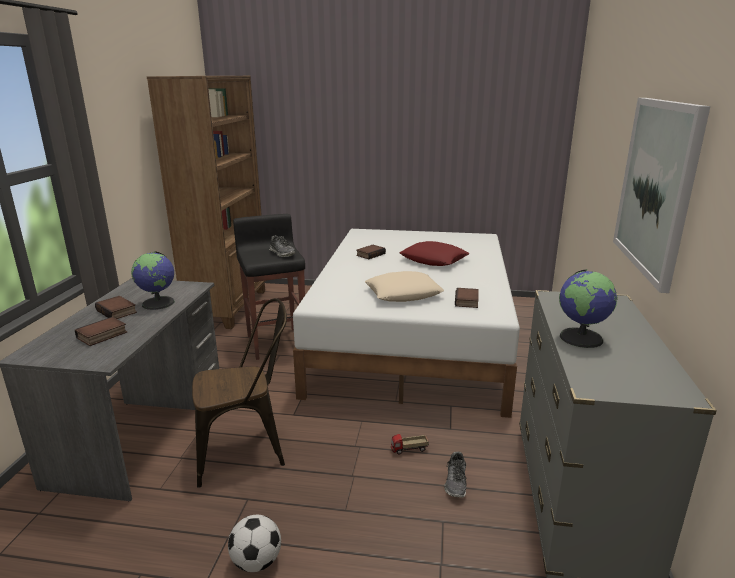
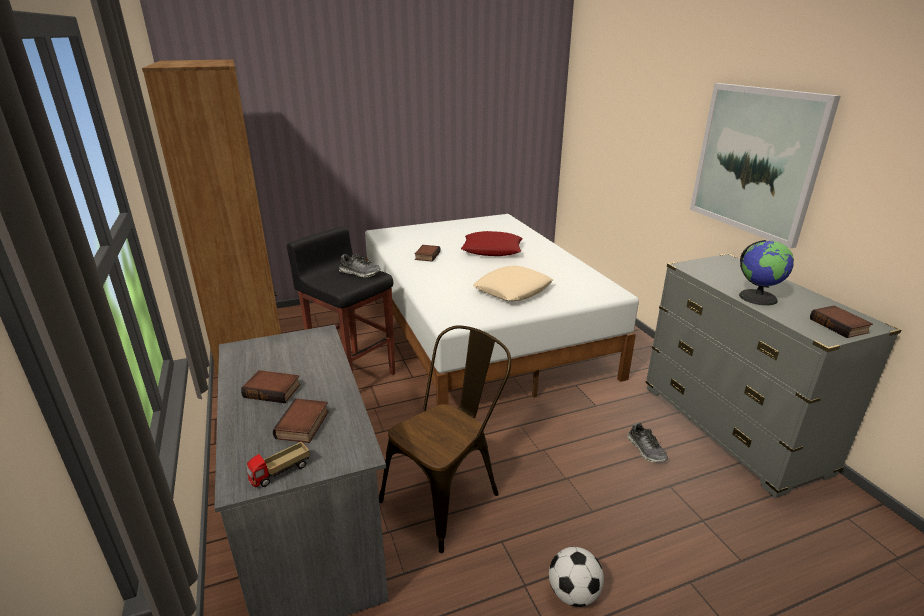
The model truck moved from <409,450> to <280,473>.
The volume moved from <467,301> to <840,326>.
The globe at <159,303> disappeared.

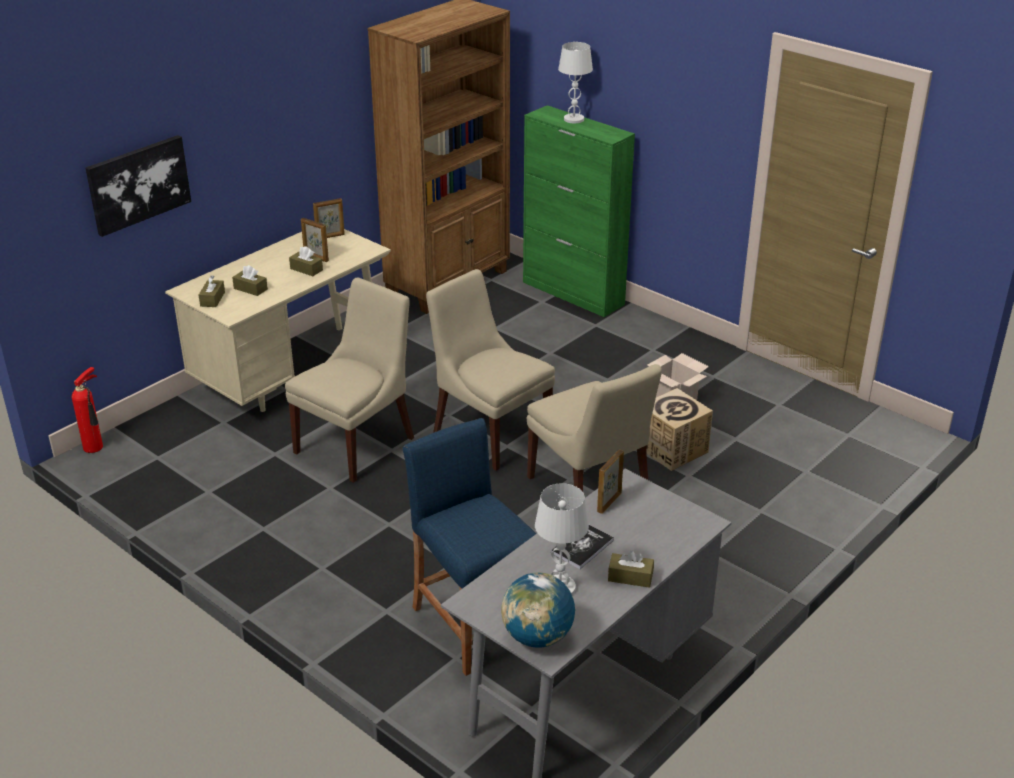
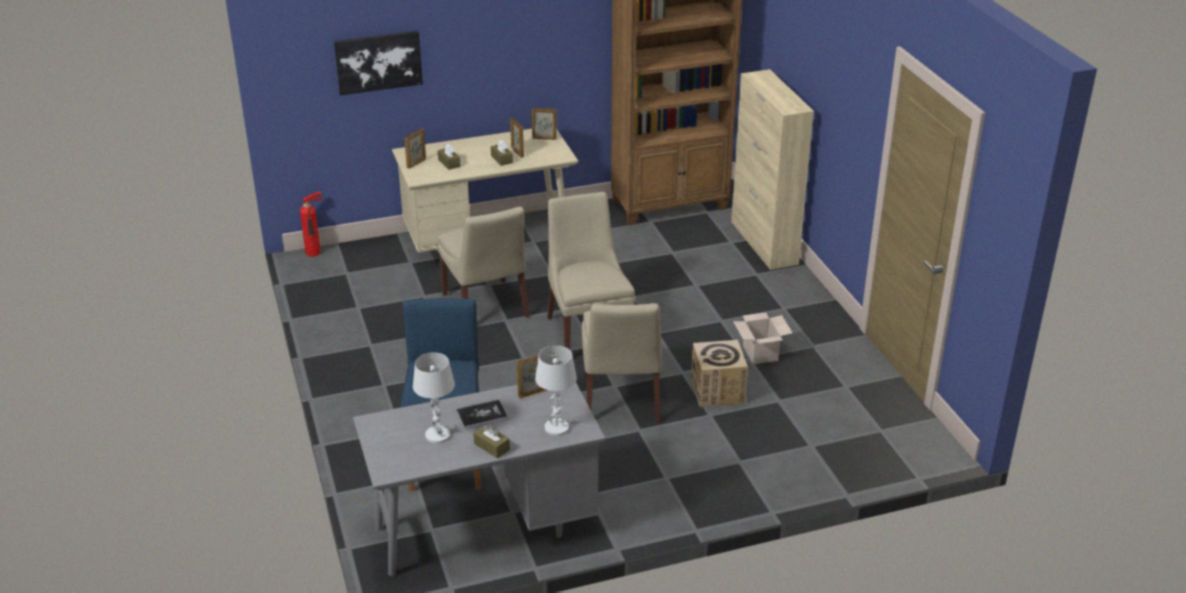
The brown tissue holder at <212,299> was replaced by the picture frame at <416,163>.
The beige chair at <357,443> turned 90 degrees clockwise.
The white-coloured lamp for a table moved from <574,119> to <557,428>.
The green storage cabinet at <573,293> became the beige storage cabinet at <764,243>.
The globe at <537,637> disappeared.

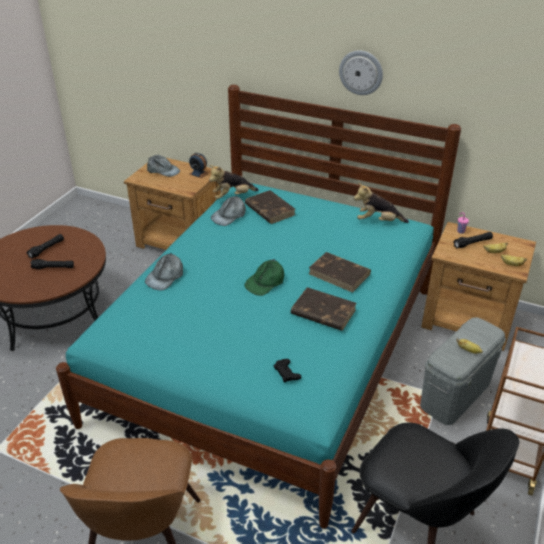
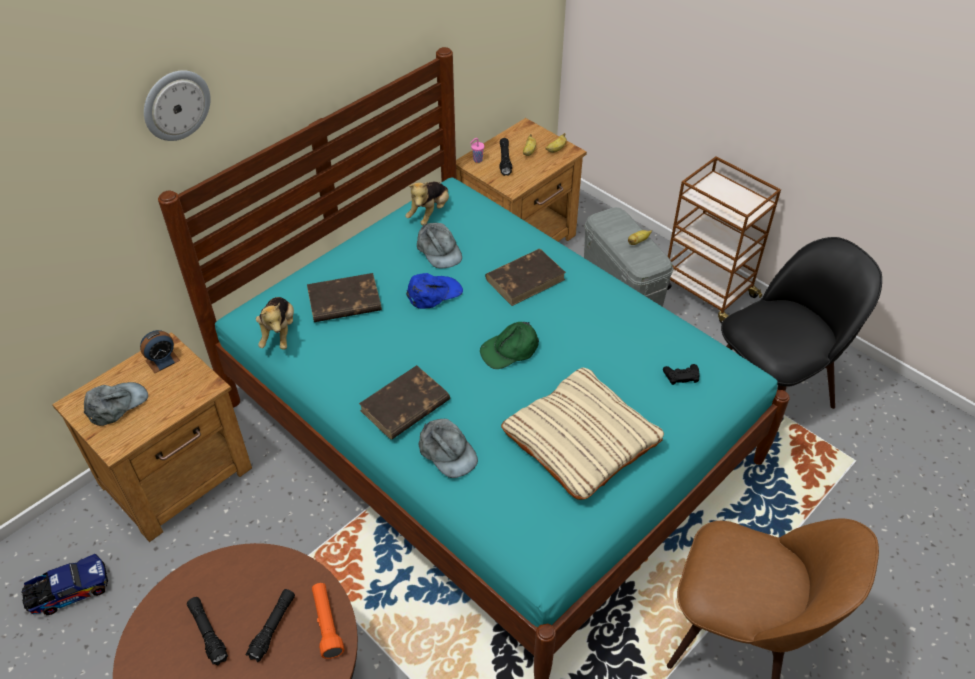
The model truck at <68,592> appeared.
The hanging clock moved from <361,72> to <176,105>.
The orange hand torch at <326,624> appeared.
The brown volume moved from <322,312> to <404,406>.
The blue cap at <434,293> appeared.
The gray cap moved from <229,215> to <439,251>.
The green cap at <265,282> turned 90 degrees clockwise.
The beige pillow at <581,439> appeared.

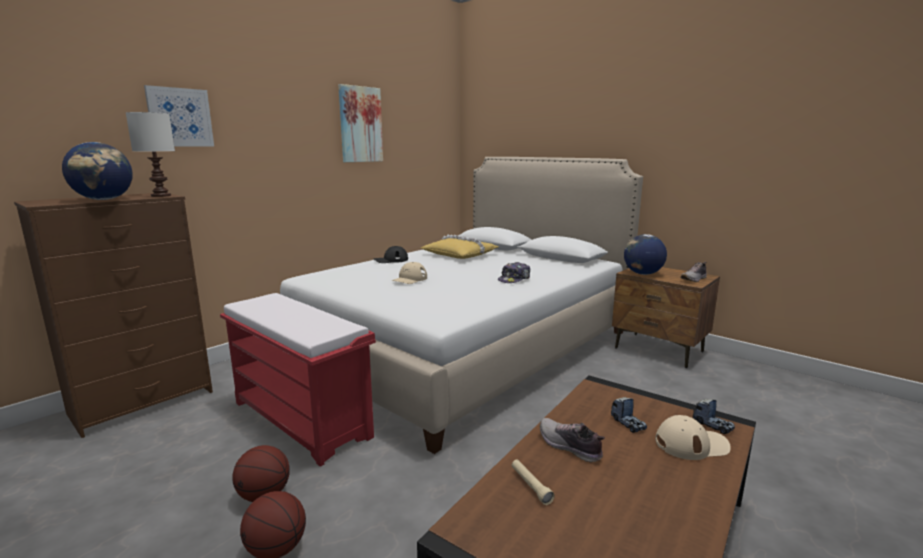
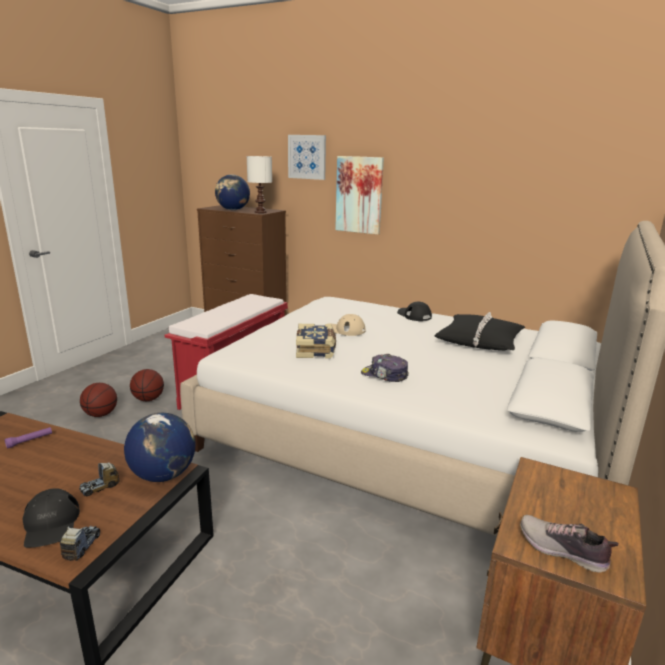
The beige hand torch at <530,486> became the purple-coloured hand torch at <29,441>.
The beige cap at <691,444> became the black-coloured cap at <51,524>.
The model truck at <712,425> turned 150 degrees clockwise.
The globe moved from <642,274> to <163,475>.
The volume at <316,349> appeared.
The wall art moved from <360,124> to <359,195>.
The yellow pillow at <460,255> became the black-coloured pillow at <480,341>.
The item of footwear at <569,447> disappeared.

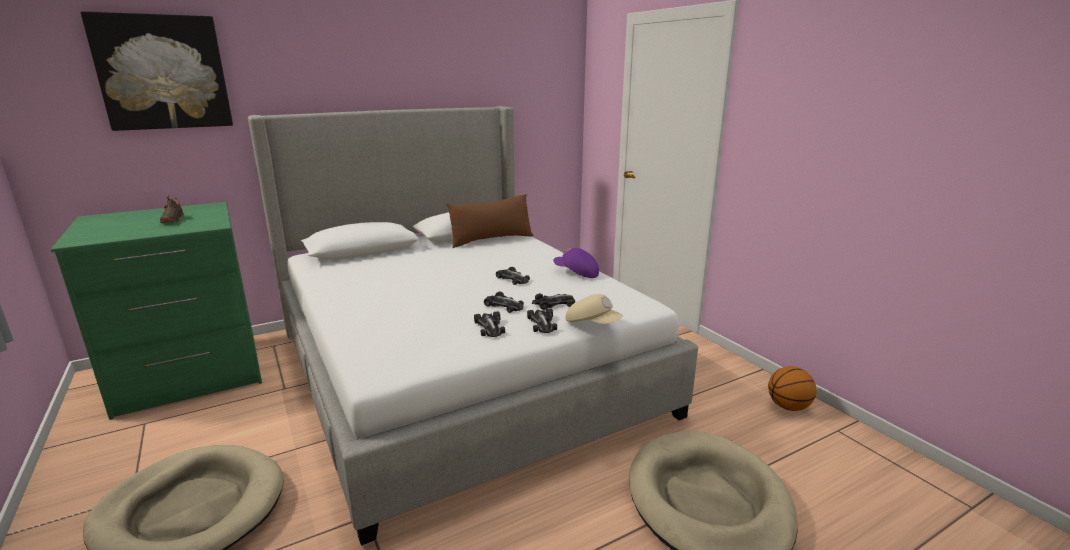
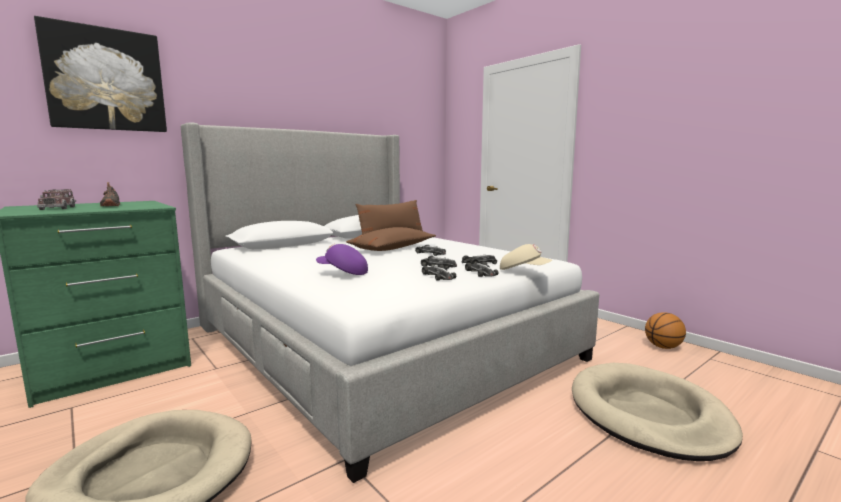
The model truck at <58,208> appeared.
The purple-coloured cap moved from <576,273> to <342,272>.
The brown pillow at <392,248> appeared.

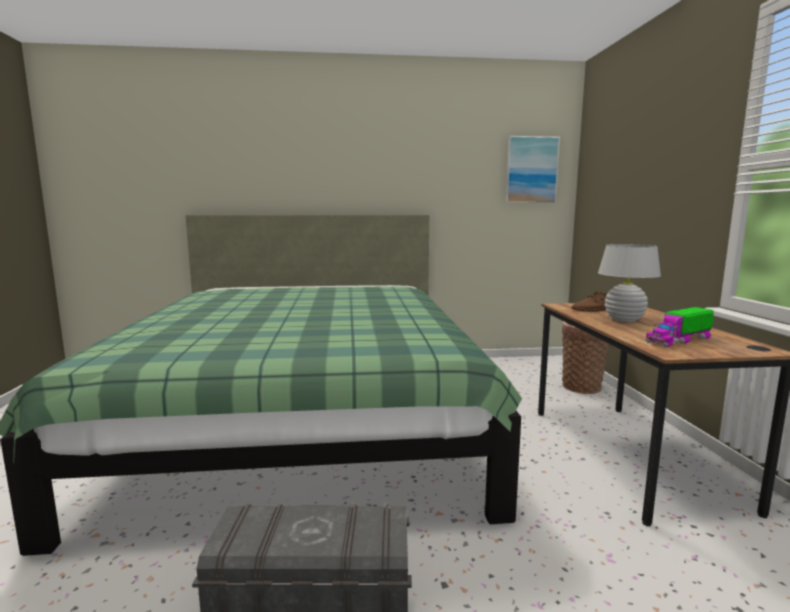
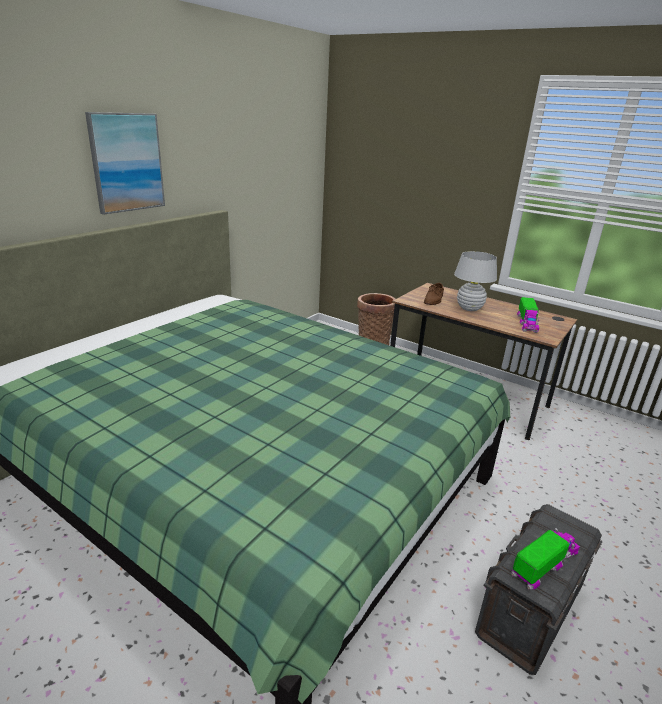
The wall art moved from <531,170> to <126,162>.
The model truck at <544,564> appeared.

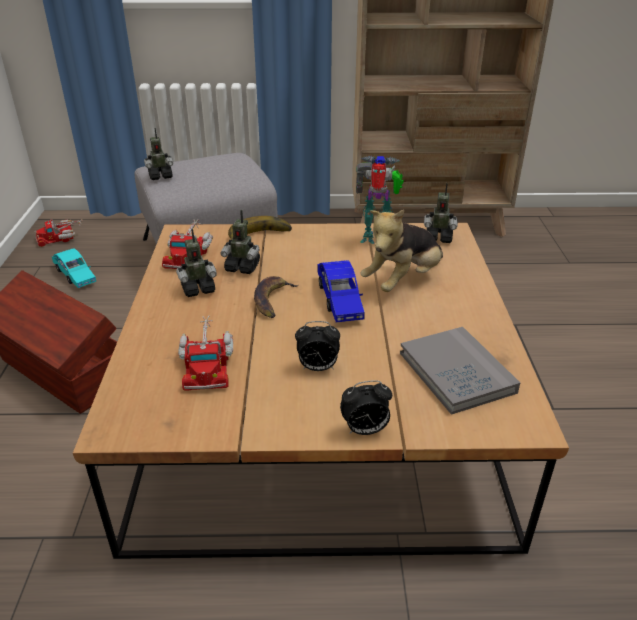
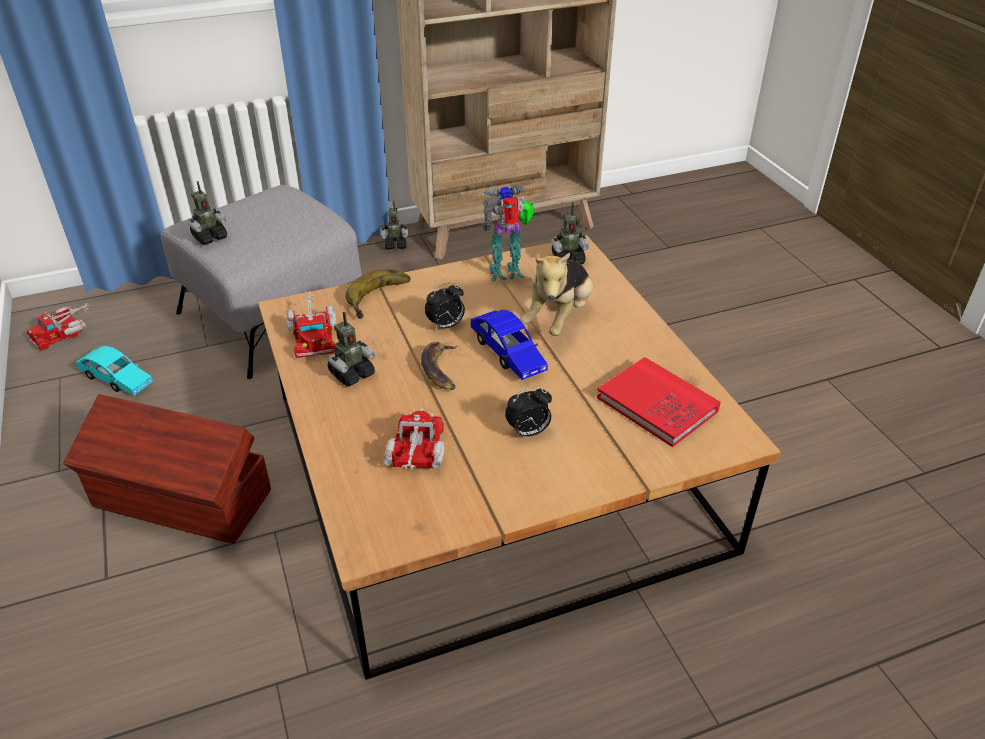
The robot figure moved from <242,267> to <395,244>.
The model truck at <207,363> turned 150 degrees counterclockwise.
The table clock moved from <364,430> to <446,326>.
The gray volume at <456,372> became the red volume at <657,404>.

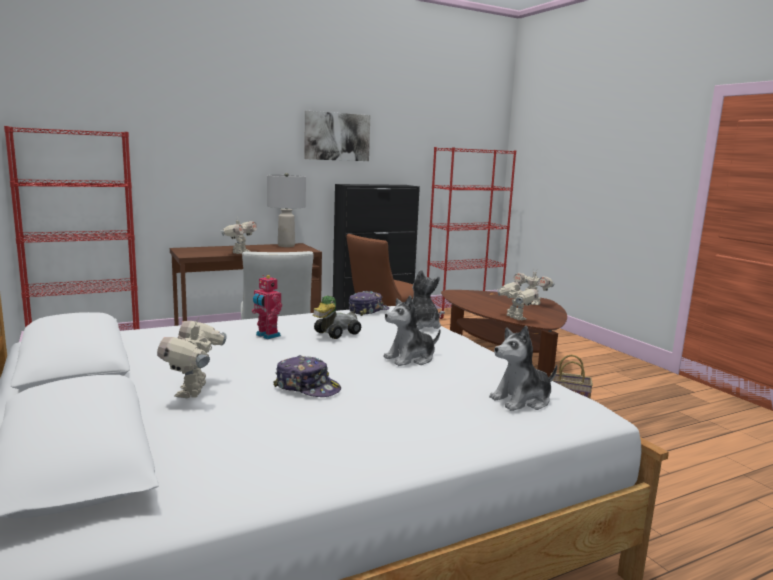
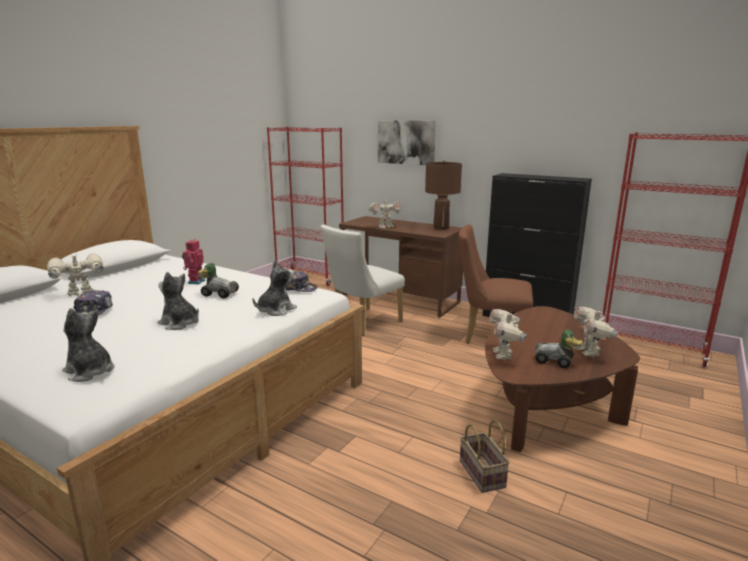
The wall art moved from <337,136> to <406,142>.
The gray lamp for a table at <286,245> became the brown lamp for a table at <441,227>.
The robot figure at <515,318> turned 150 degrees clockwise.
The model car at <556,361> appeared.

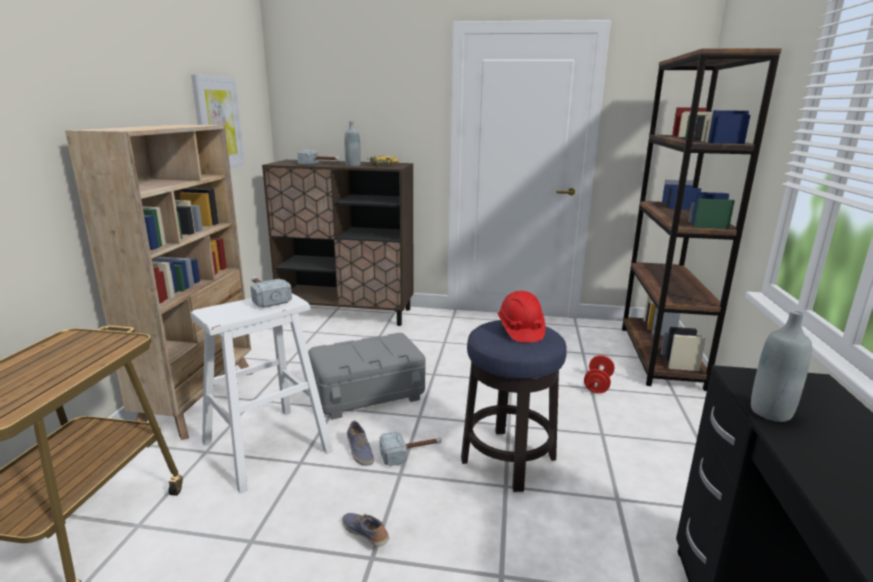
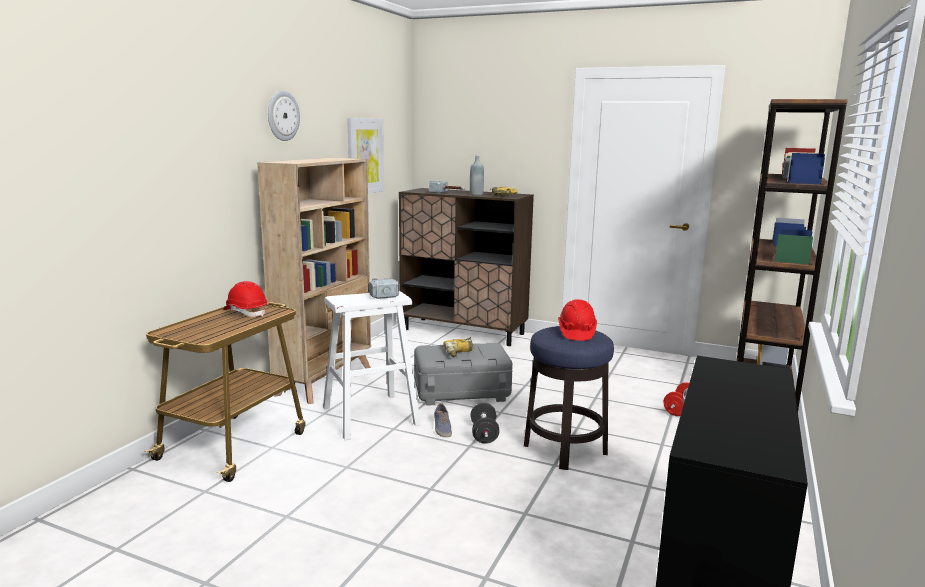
The red hard hat at <246,312> appeared.
The hanging clock at <282,116> appeared.
The drill at <460,352> appeared.
The tool hammer at <411,453> was replaced by the black-coloured dumbbell at <484,434>.
The item of footwear at <365,534> disappeared.
The gray drink bottle at <771,412> disappeared.

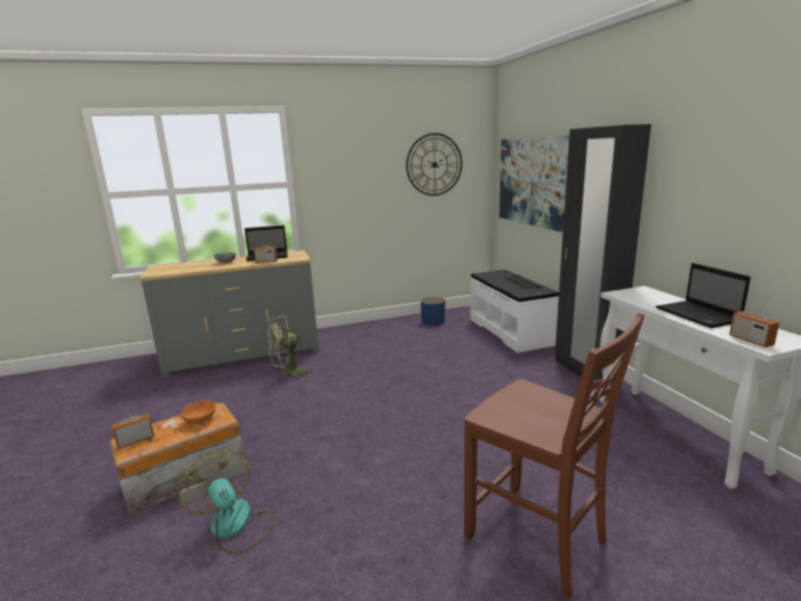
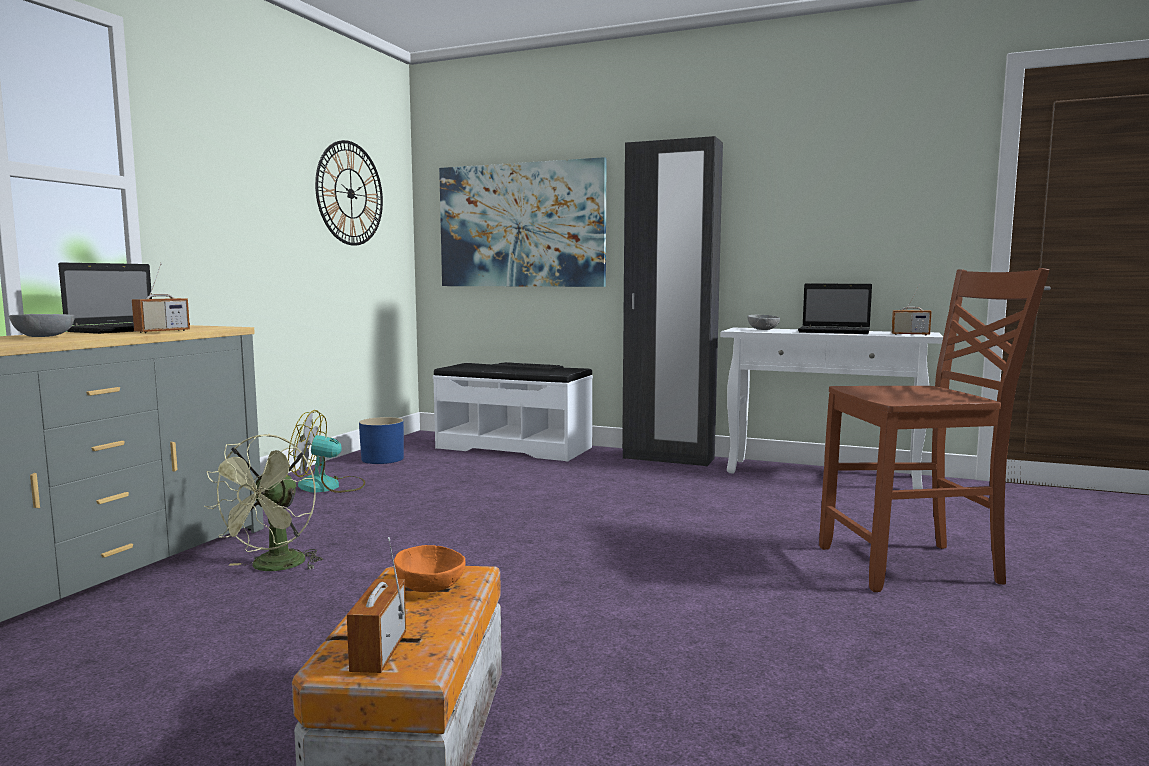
The cooling fan moved from <237,526> to <329,486>.
The gray serving bowl at <764,330> appeared.

